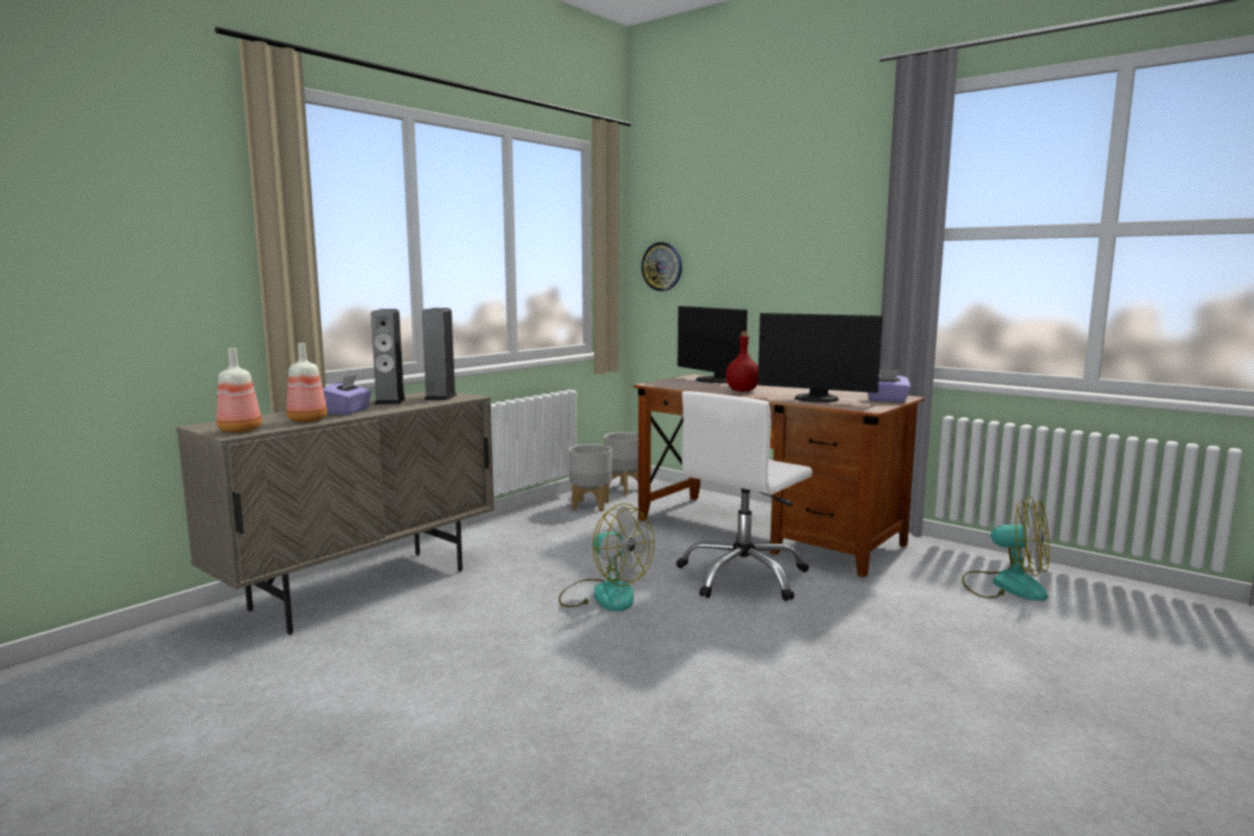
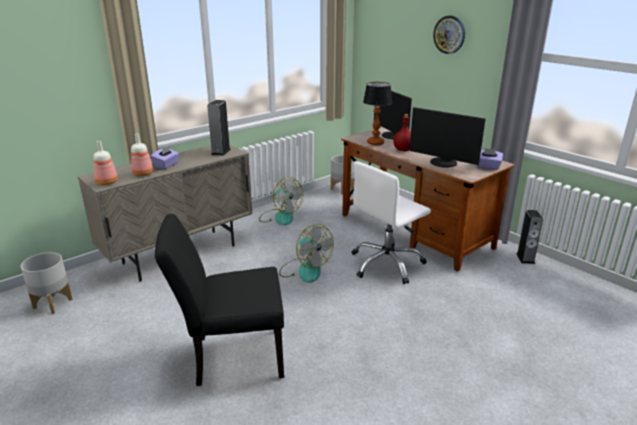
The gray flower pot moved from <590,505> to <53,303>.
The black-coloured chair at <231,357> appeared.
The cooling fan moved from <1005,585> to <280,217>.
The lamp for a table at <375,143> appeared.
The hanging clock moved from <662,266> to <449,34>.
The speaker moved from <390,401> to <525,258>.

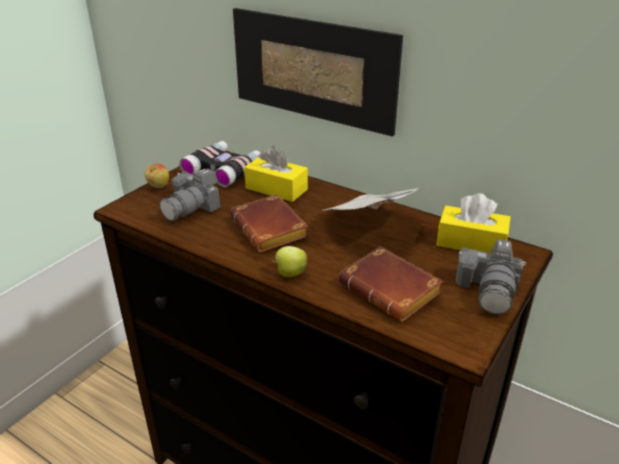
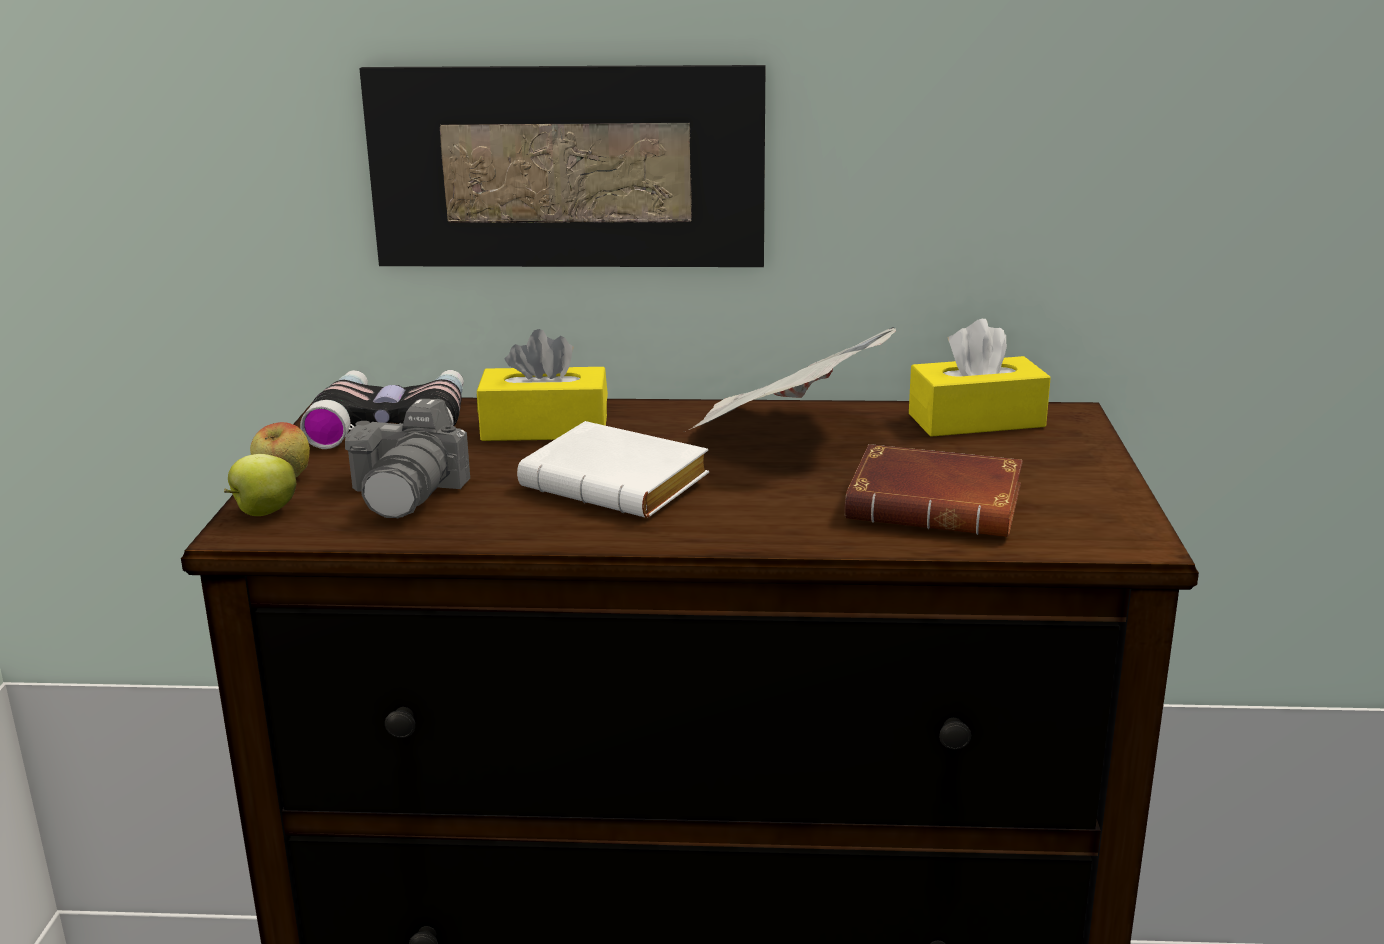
The apple moved from <289,274> to <263,512>.
The brown volume at <272,230> became the white-coloured volume at <621,485>.
The still camera at <489,290> disappeared.

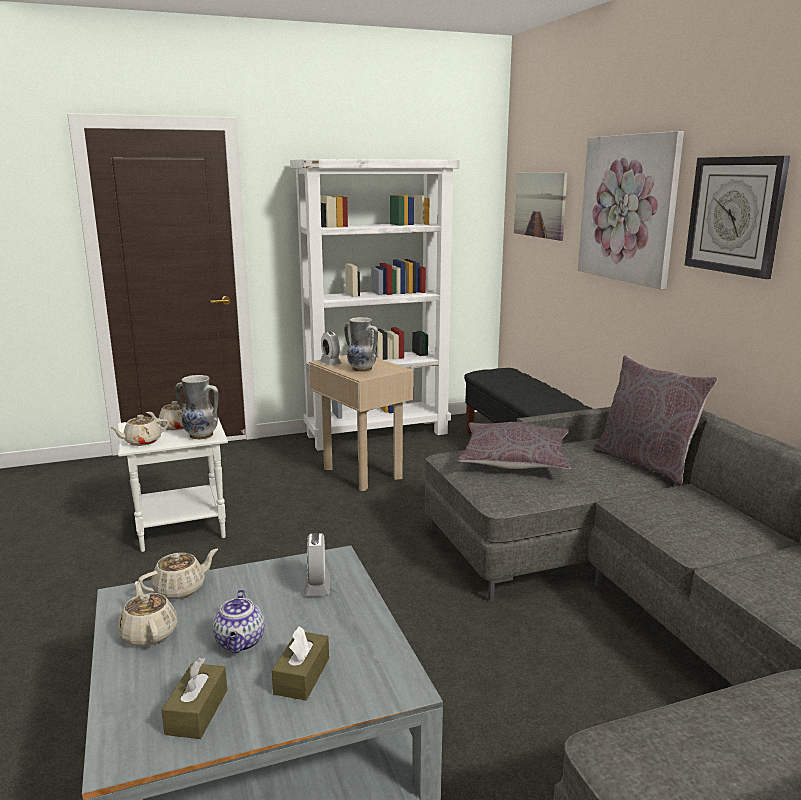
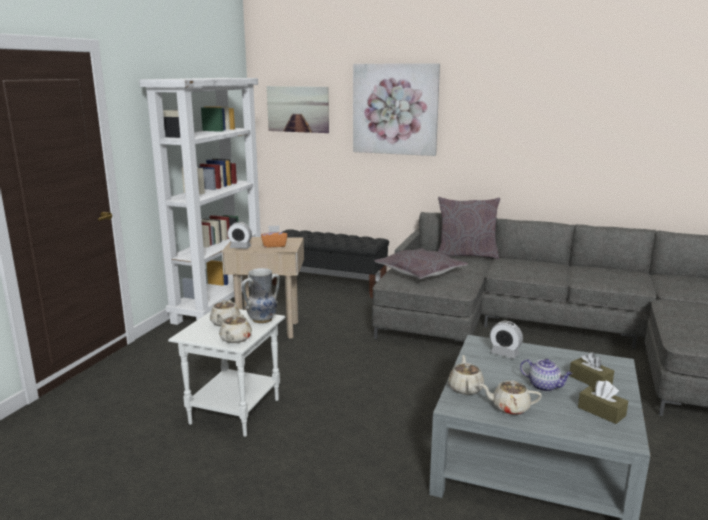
The flower vase at <361,369> was replaced by the orange tissue holder at <274,245>.
The hanging clock at <735,215> disappeared.

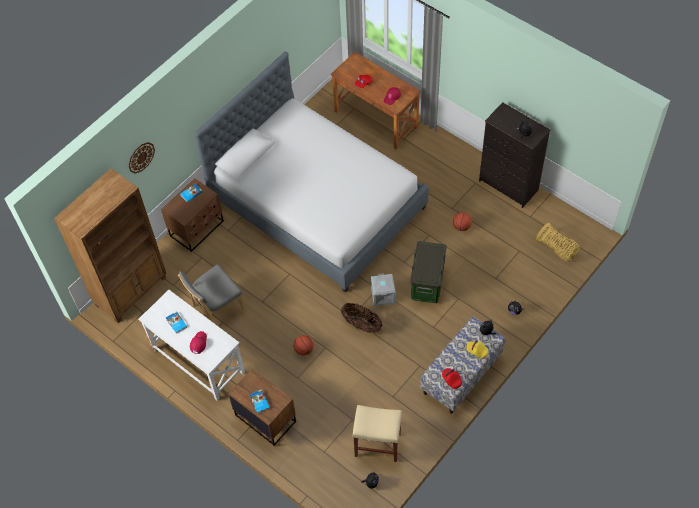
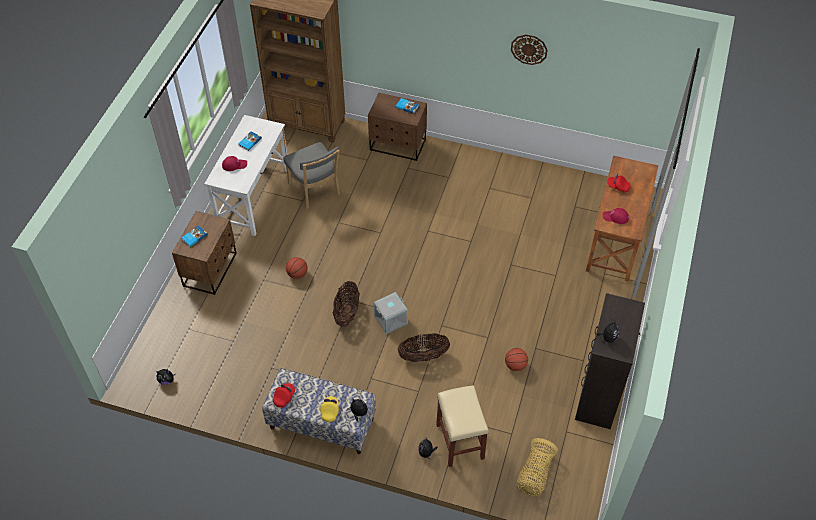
The gray chair at <216,308> turned 150 degrees counterclockwise.
The storage box at <427,284> was replaced by the household basket at <423,356>.
The beige stool seat moved from <377,444> to <459,441>.
The hanging clock moved from <141,157> to <529,49>.
The bedroom bed at <317,203> disappeared.

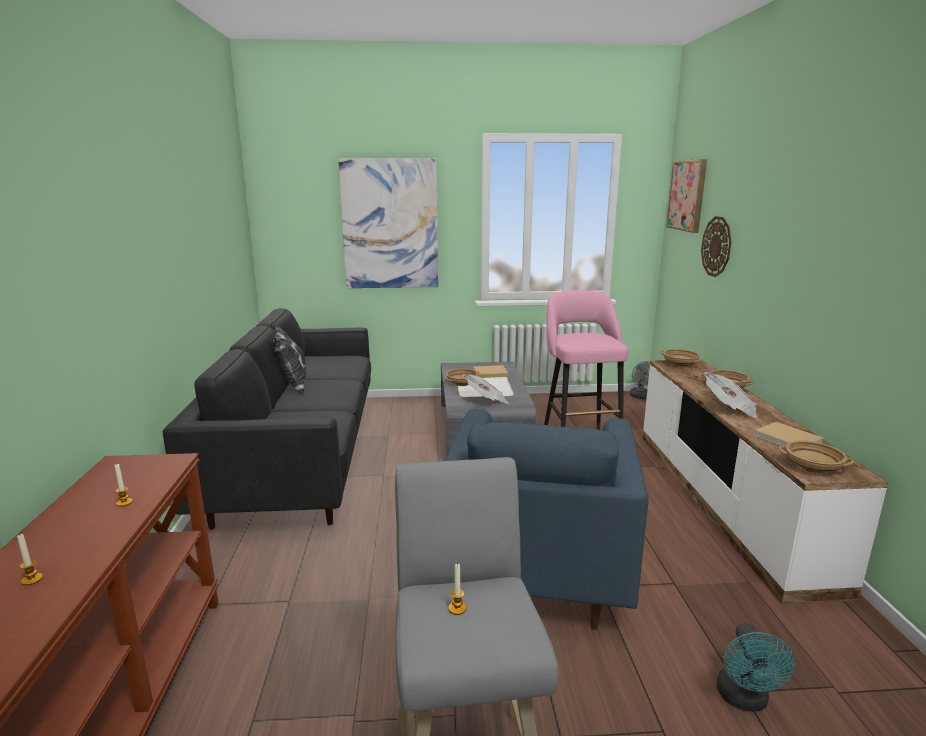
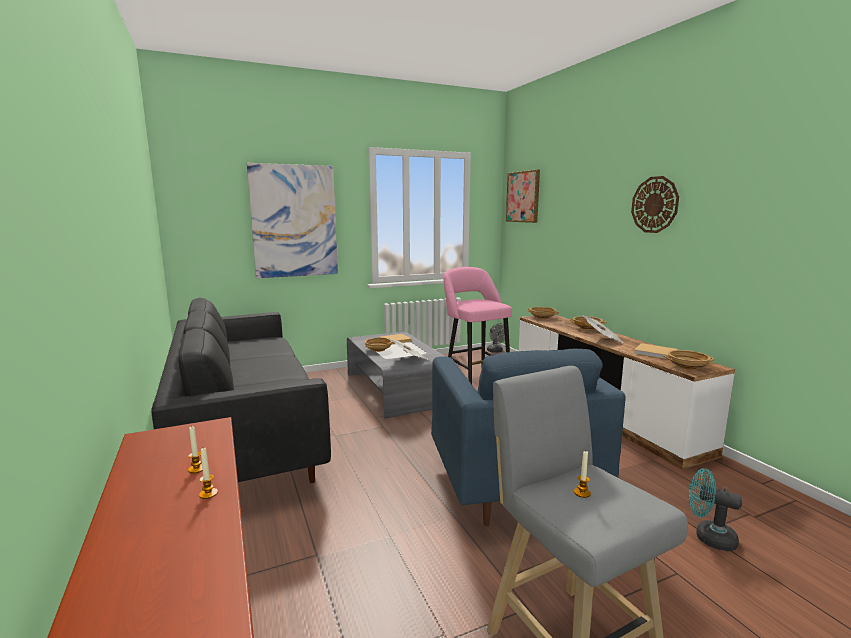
The candle moved from <32,579> to <208,494>.
The hanging clock moved from <716,246> to <654,204>.
The turquoise cooling fan at <744,700> turned 135 degrees clockwise.
The pillow at <291,387> disappeared.

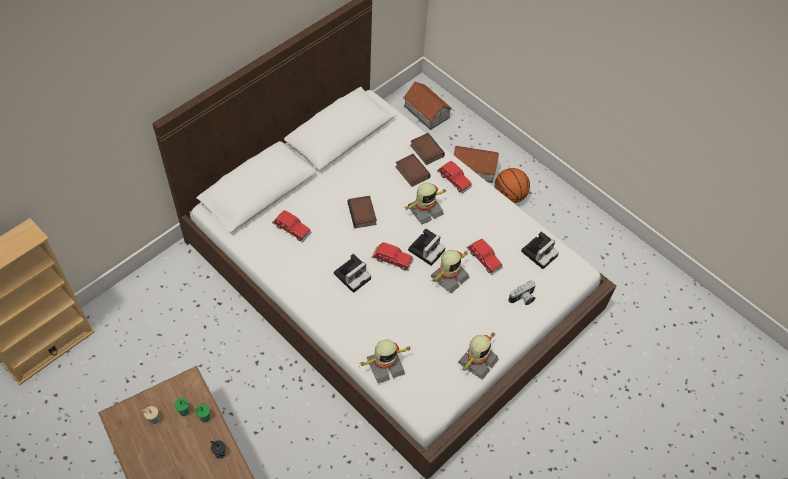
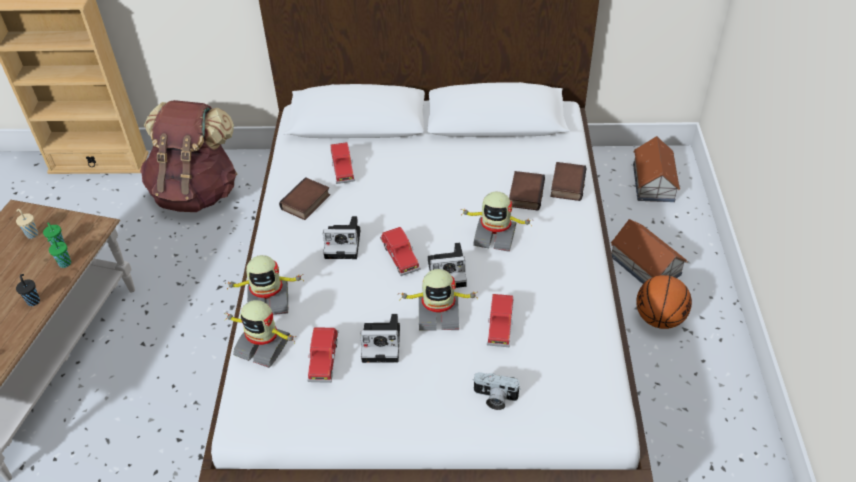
The brown backpack at <197,192> appeared.
The robot figure moved from <477,361> to <268,300>.
The volume moved from <363,214> to <306,203>.
The red model car moved from <454,180> to <324,359>.
The still camera moved from <539,252> to <383,343>.

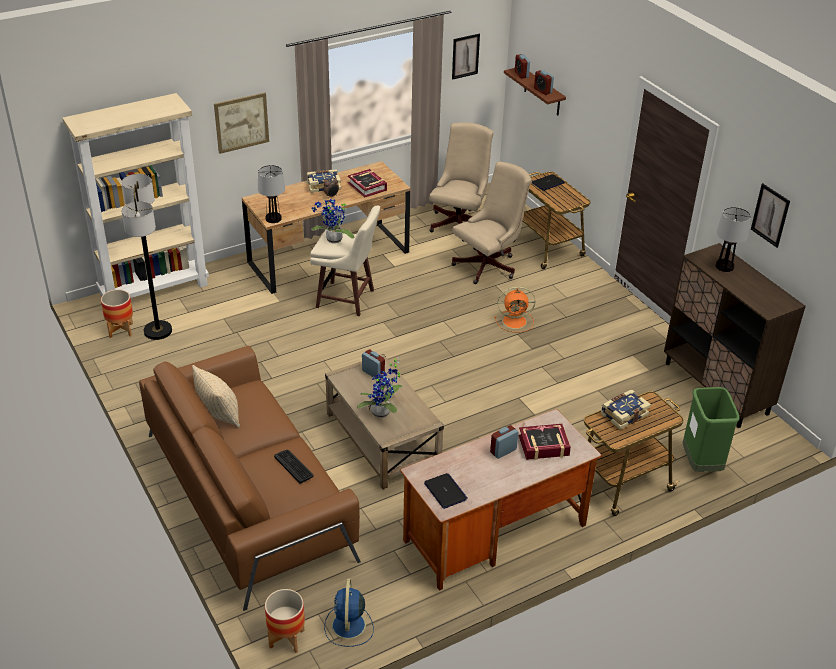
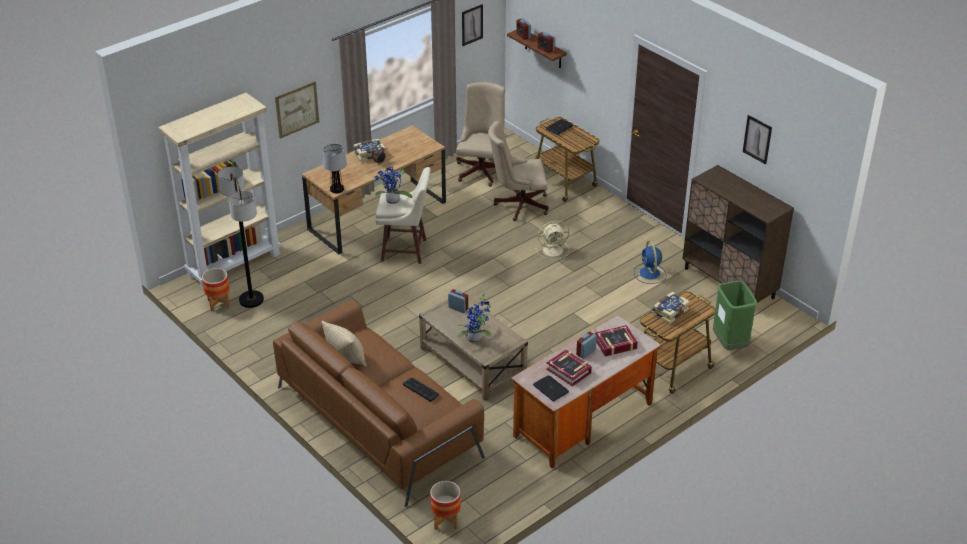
The beige computer chair at <489,265> turned 135 degrees counterclockwise.
The orange cooling fan at <515,321> became the beige cooling fan at <554,250>.
The volume moved from <367,186> to <569,371>.
The blue cooling fan moved from <348,626> to <649,274>.
The lamp for a table at <725,266> disappeared.

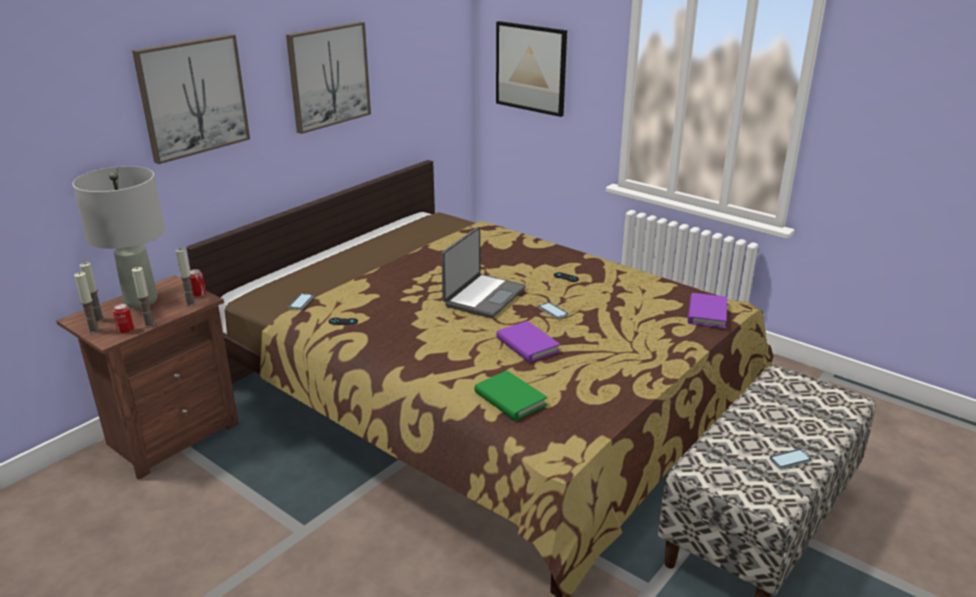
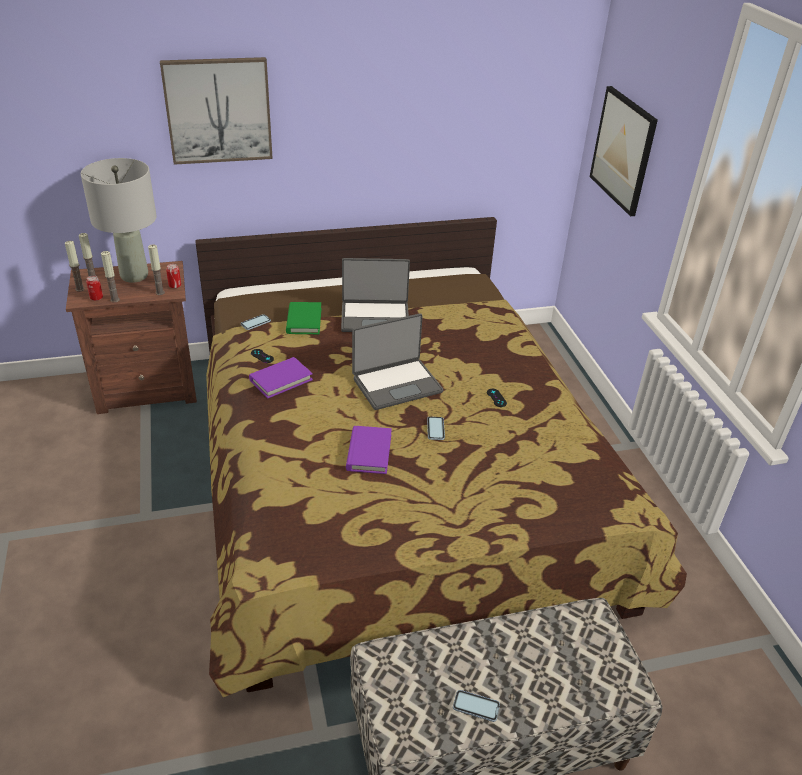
The purple-coloured volume moved from <707,313> to <281,380>.
The green volume moved from <510,399> to <304,321>.
The portable computer at <375,317> appeared.
The wall art at <328,76> disappeared.

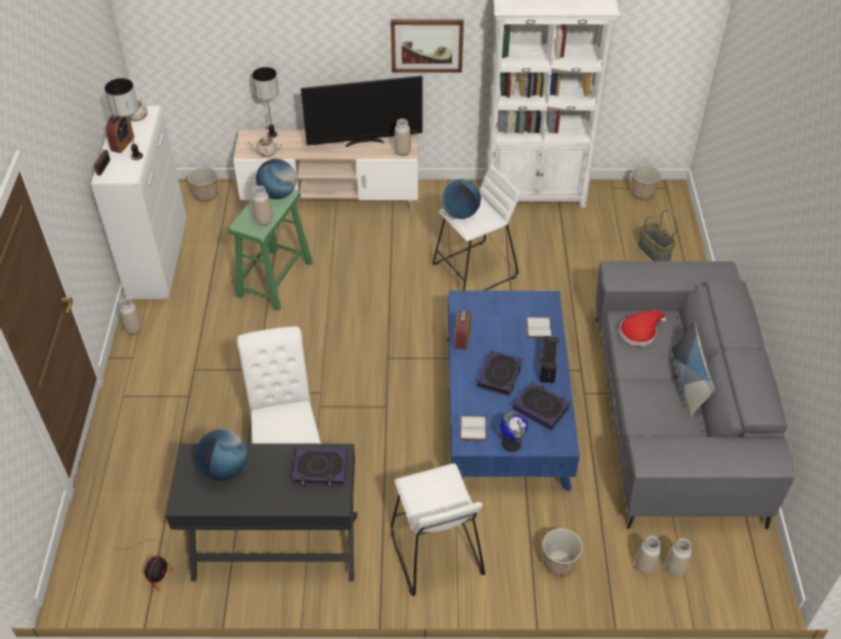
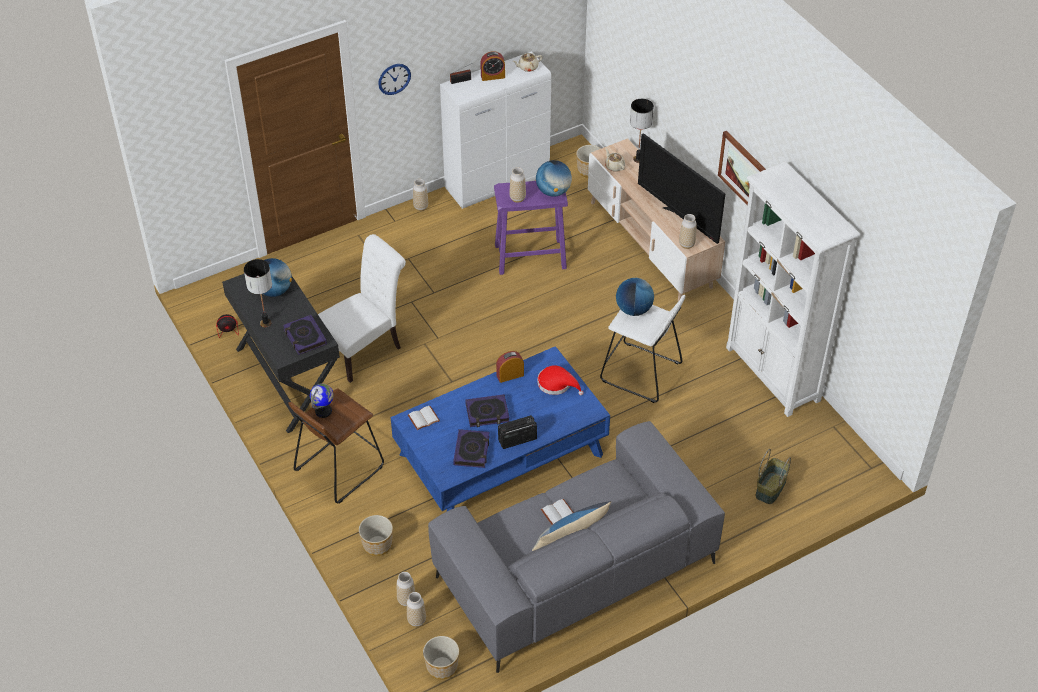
The lamp for a table moved from <137,156> to <266,323>.
The white-coloured stool seat at <435,553> became the brown stool seat at <339,468>.
The globe moved from <511,443> to <323,411>.
The hanging clock at <394,79> appeared.
The flower pot moved from <642,192> to <441,666>.
The green stool seat at <275,279> became the purple-coloured stool seat at <531,256>.
The red hat moved from <640,332> to <557,384>.
The white-coloured volume moved from <537,327> to <558,512>.

